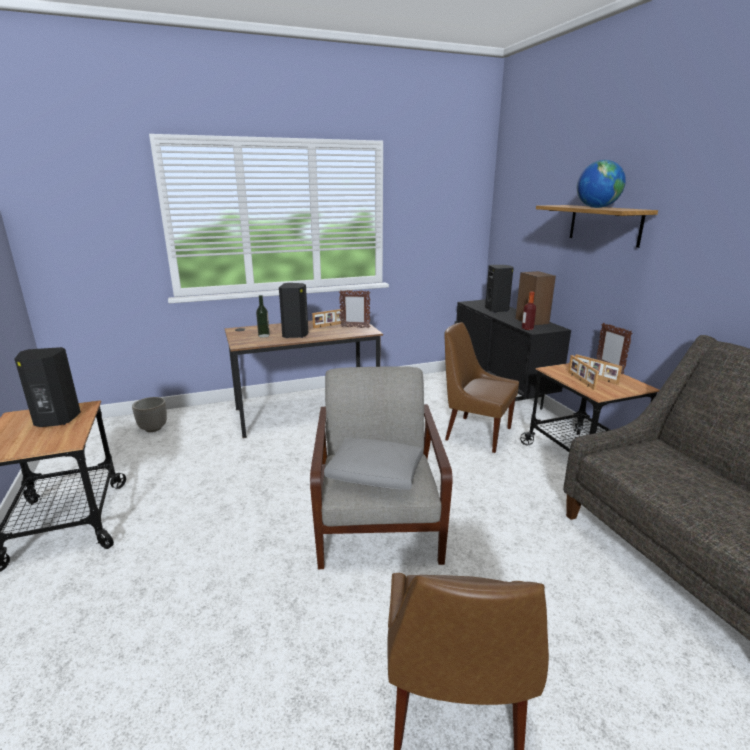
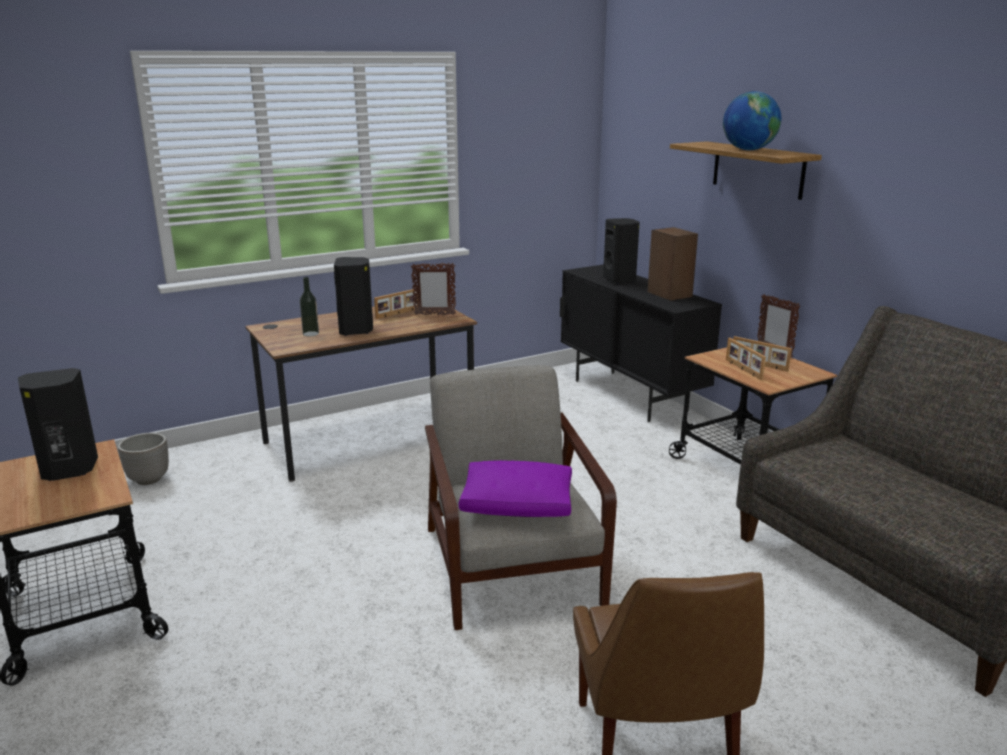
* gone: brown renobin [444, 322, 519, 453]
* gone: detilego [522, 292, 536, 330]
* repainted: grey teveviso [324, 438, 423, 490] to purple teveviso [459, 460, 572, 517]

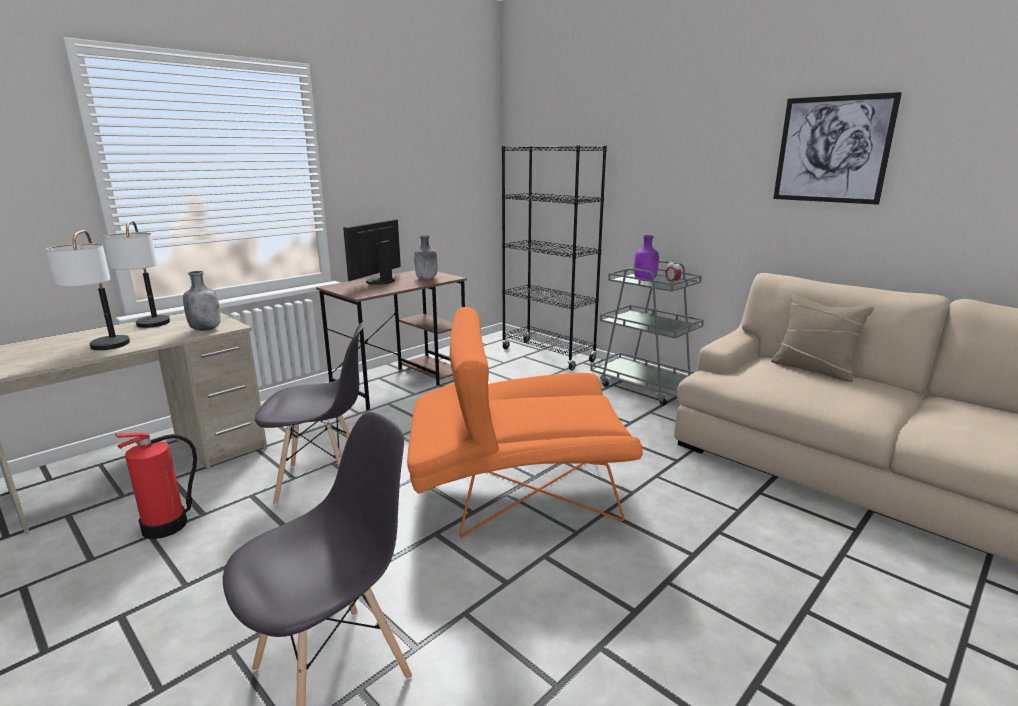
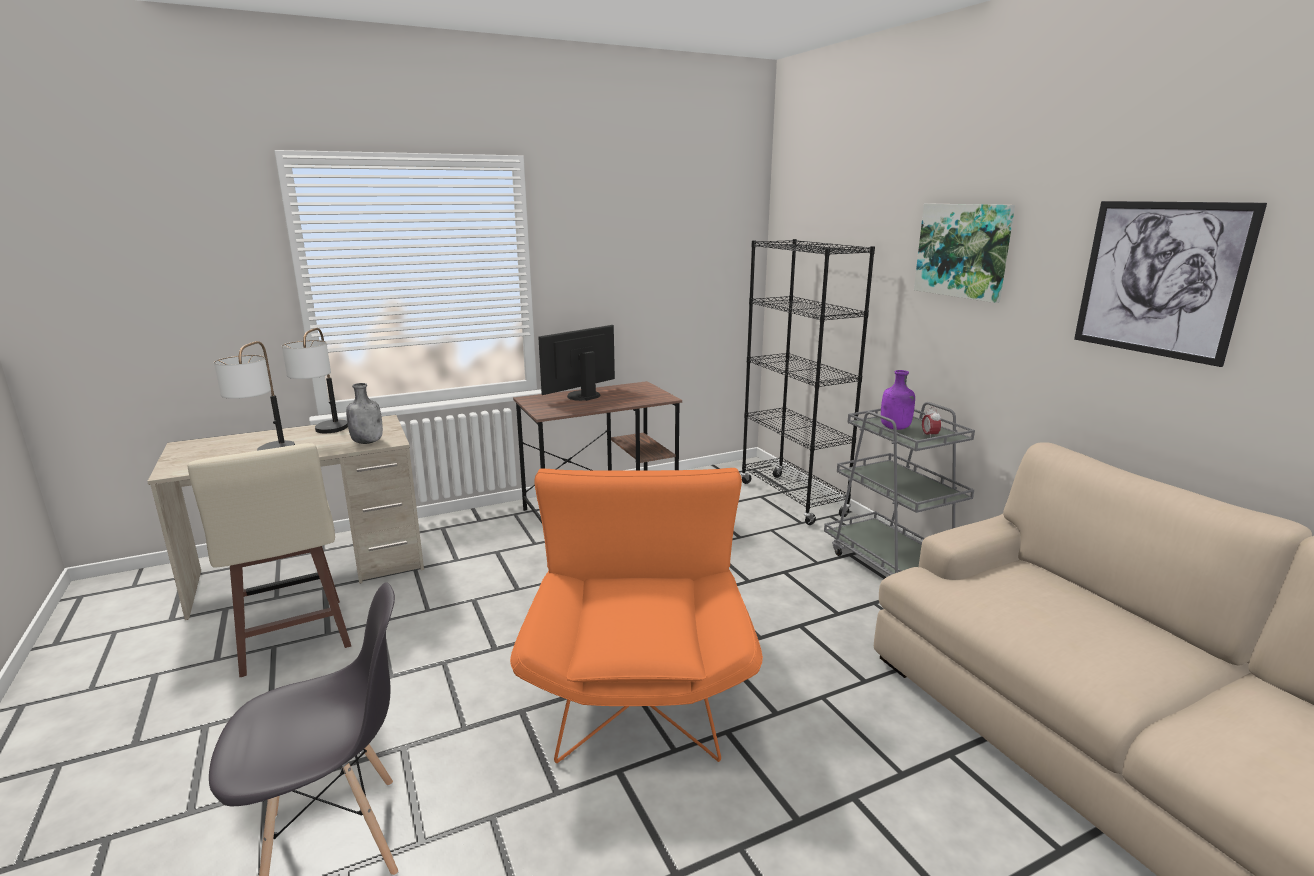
* gone: grey renobin [255, 322, 364, 505]
* gone: grey detilego [414, 235, 437, 279]
* gone: beige teveviso [771, 294, 874, 382]
* new: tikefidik [914, 204, 1015, 303]
* swapped: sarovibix [115, 433, 197, 539] to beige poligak [188, 443, 351, 678]
* rotated: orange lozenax [407, 307, 643, 538] = [510, 468, 763, 763] 75 degrees clockwise

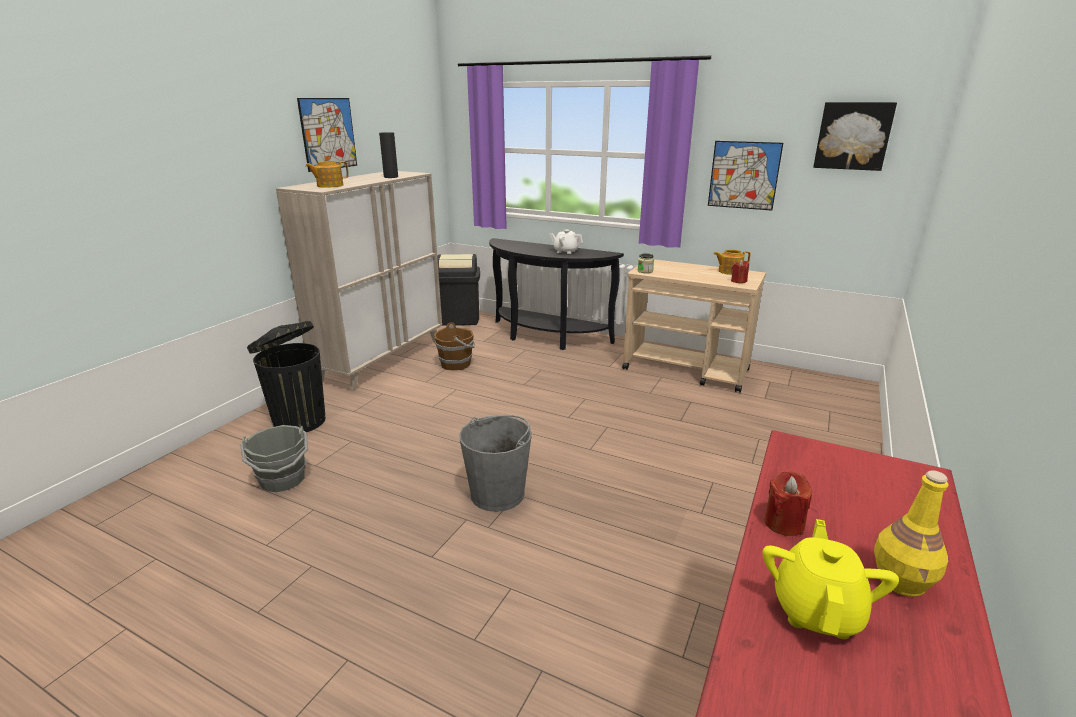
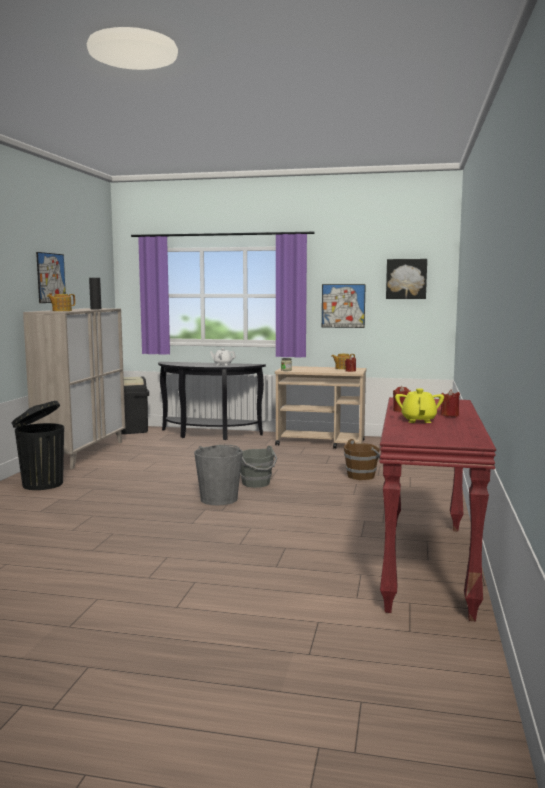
* shifted: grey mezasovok [240, 425, 308, 492] to [240, 446, 277, 488]
* shifted: brown mezasovok [434, 323, 475, 370] to [344, 439, 380, 480]
* swapped: yellow detilego [874, 470, 948, 597] to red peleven [441, 389, 460, 417]

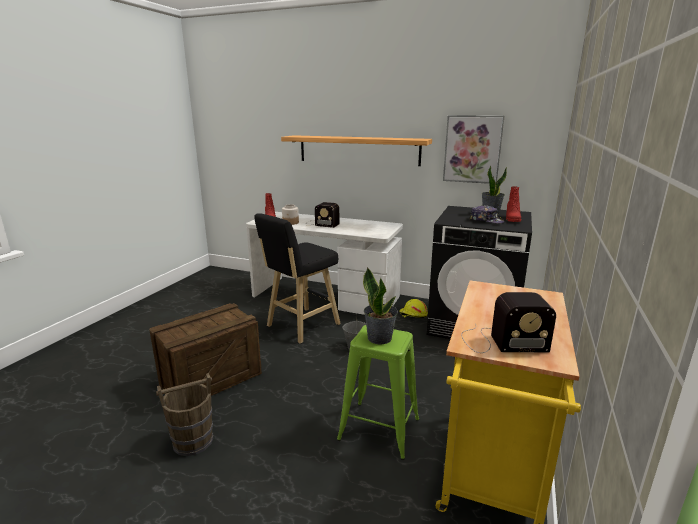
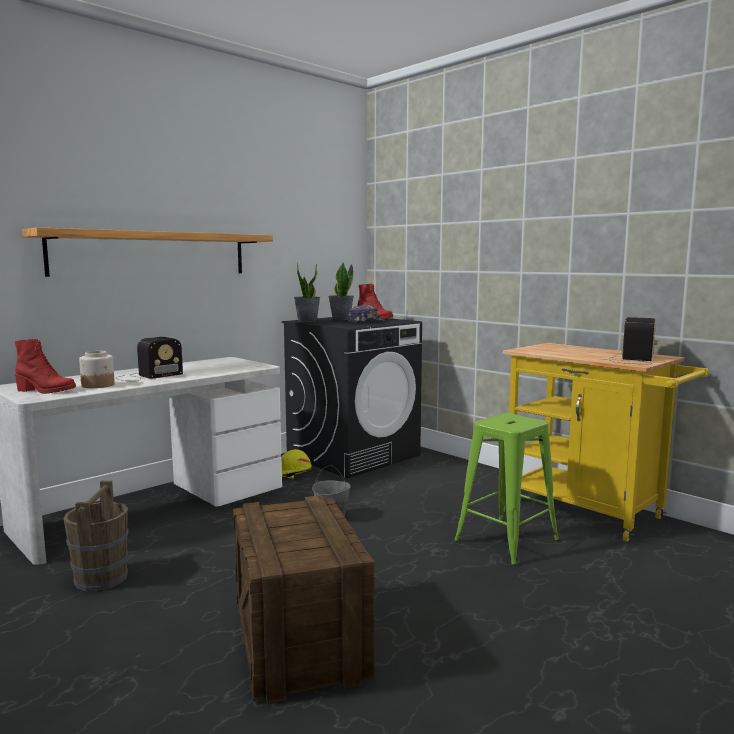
* gone: black poligak [254, 213, 341, 344]
* gone: tikefidik [443, 115, 505, 184]
* shifted: brown mezasovok [156, 373, 213, 456] to [63, 481, 129, 591]
* shifted: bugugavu [363, 267, 398, 345] to [294, 262, 320, 322]

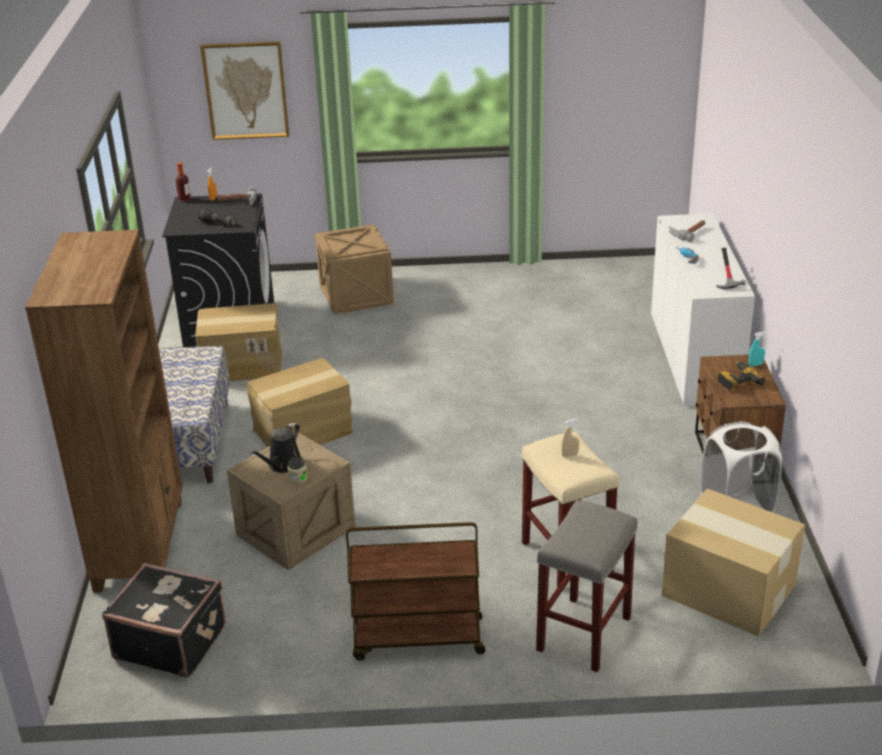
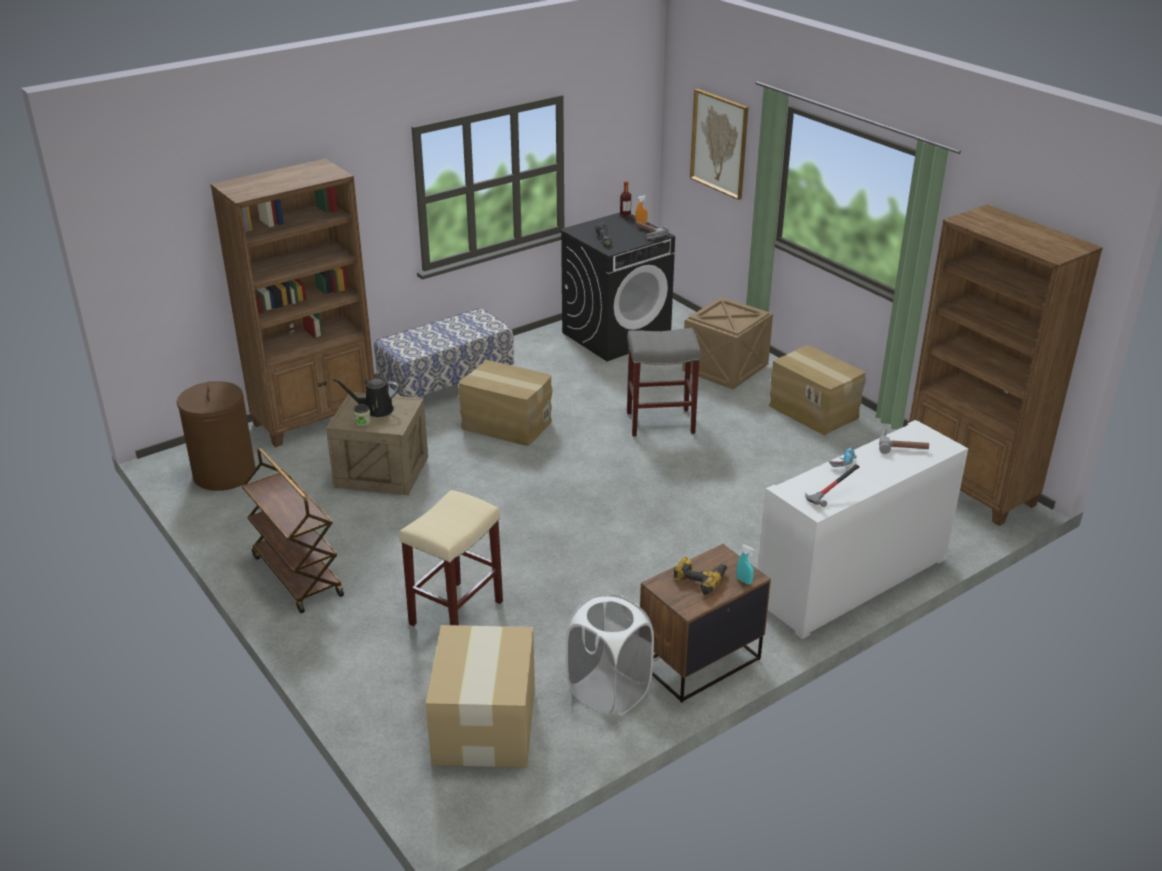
* gone: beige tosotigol [561, 419, 579, 457]
* new: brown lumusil [909, 205, 1103, 526]
* shifted: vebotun [195, 303, 282, 381] to [769, 345, 866, 435]
* shifted: grey poligak [536, 500, 637, 672] to [627, 328, 701, 437]
* swapped: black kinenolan [102, 563, 226, 677] to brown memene [177, 381, 256, 491]

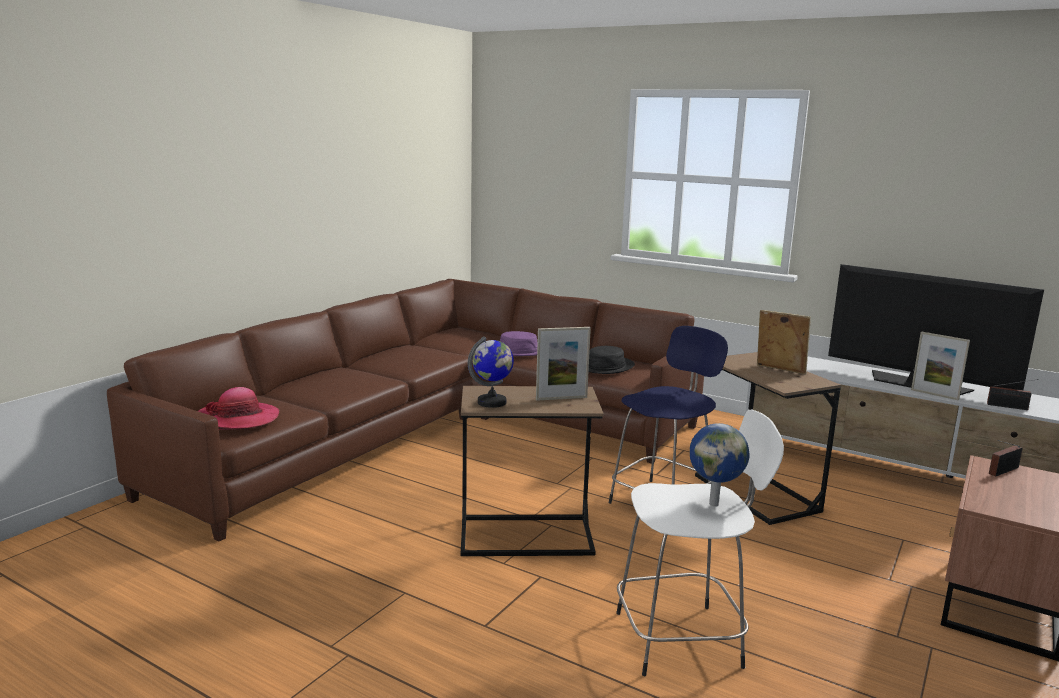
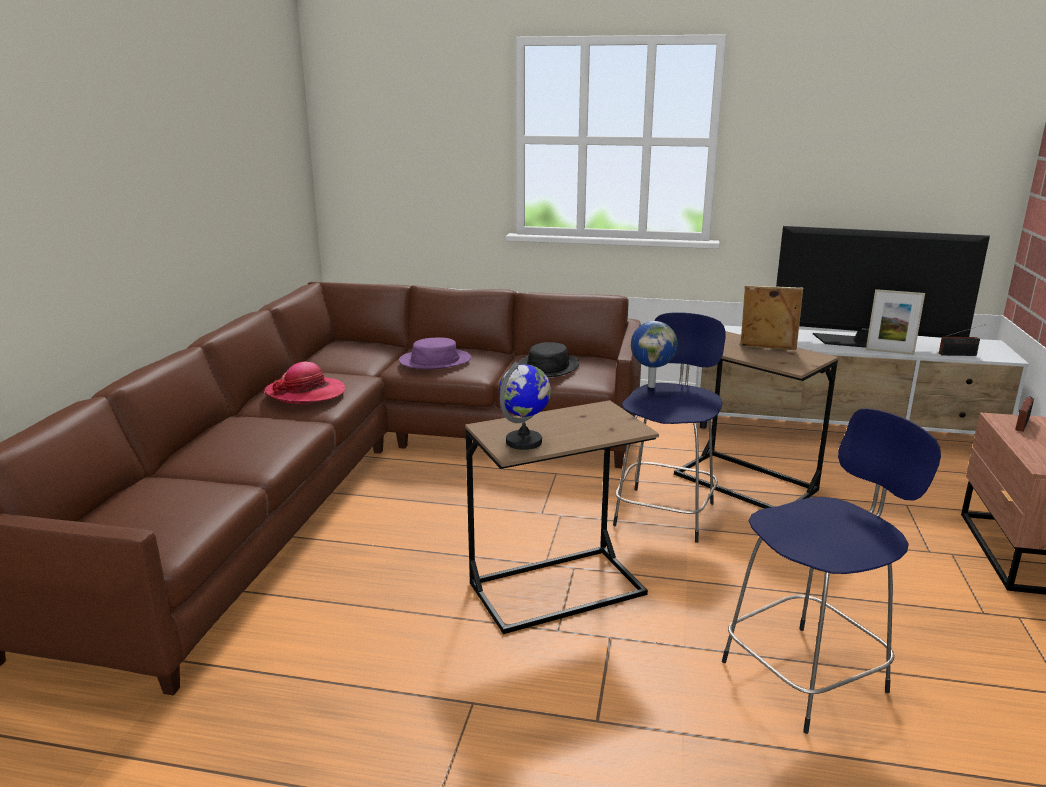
* gone: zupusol [536, 327, 591, 401]
* shifted: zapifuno [198, 387, 279, 430] to [264, 362, 346, 404]
* shifted: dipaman [690, 423, 749, 507] to [631, 321, 678, 388]
* repainted: white poligak [616, 409, 784, 676] to blue poligak [722, 408, 941, 734]

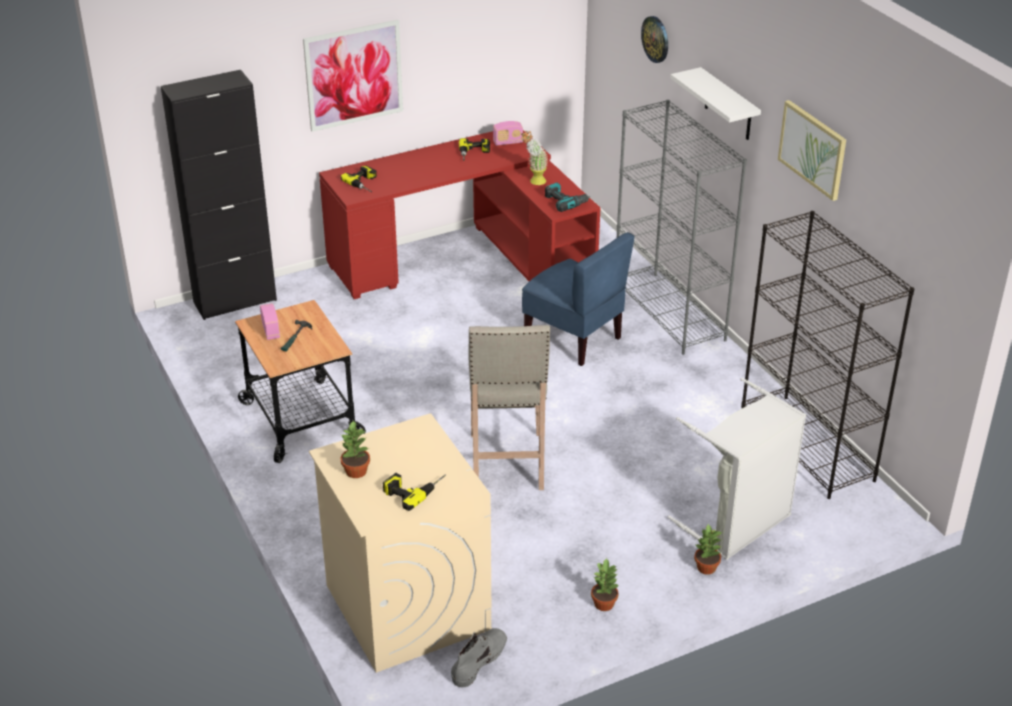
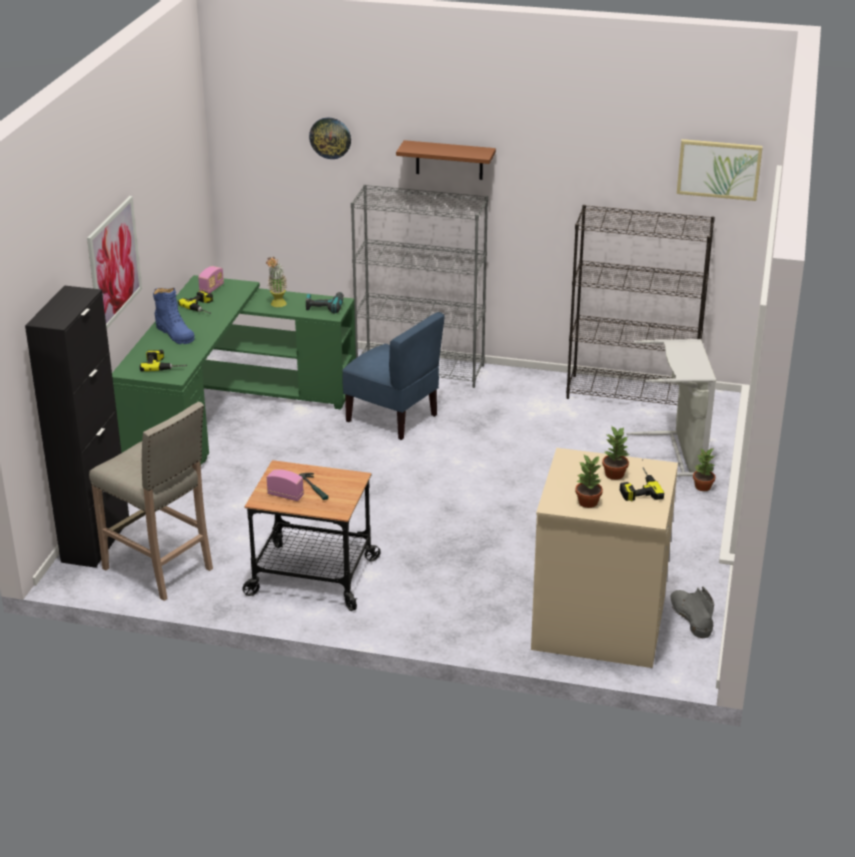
* new: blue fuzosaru [153, 288, 195, 344]
* shifted: beige poligak [468, 325, 550, 490] to [89, 402, 213, 601]
* shifted: bugugavu [591, 558, 619, 611] to [602, 425, 629, 480]
* shifted: tikefidik [778, 100, 846, 201] to [677, 139, 763, 201]
* repainted: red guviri [319, 130, 601, 299] to green guviri [112, 275, 356, 465]
* repainted: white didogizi [671, 67, 761, 140] to brown didogizi [396, 140, 496, 180]
* rotated: blue renobin [522, 232, 634, 366] = [342, 312, 445, 440] 45 degrees clockwise

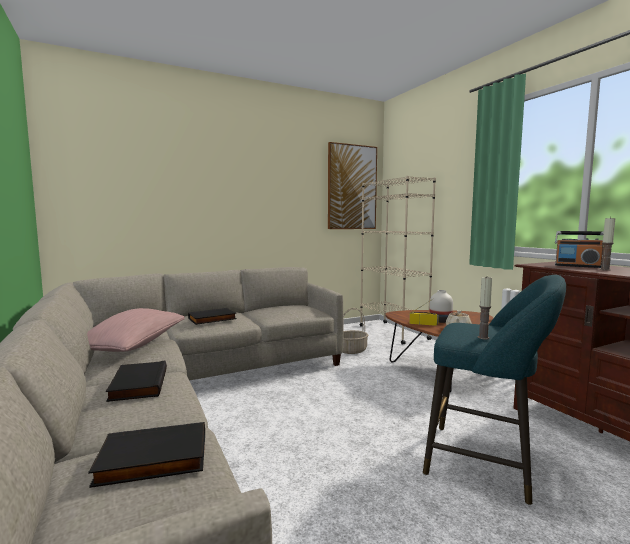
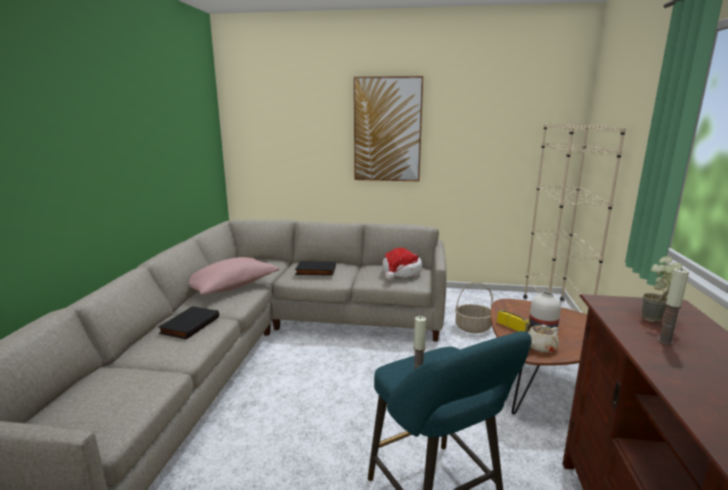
* gone: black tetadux [88, 422, 205, 488]
* new: zapifuno [382, 248, 422, 280]
* shifted: tikefidik [328, 142, 377, 229] to [354, 76, 423, 181]
* swapped: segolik [555, 231, 604, 268] to bugugavu [642, 256, 682, 322]

